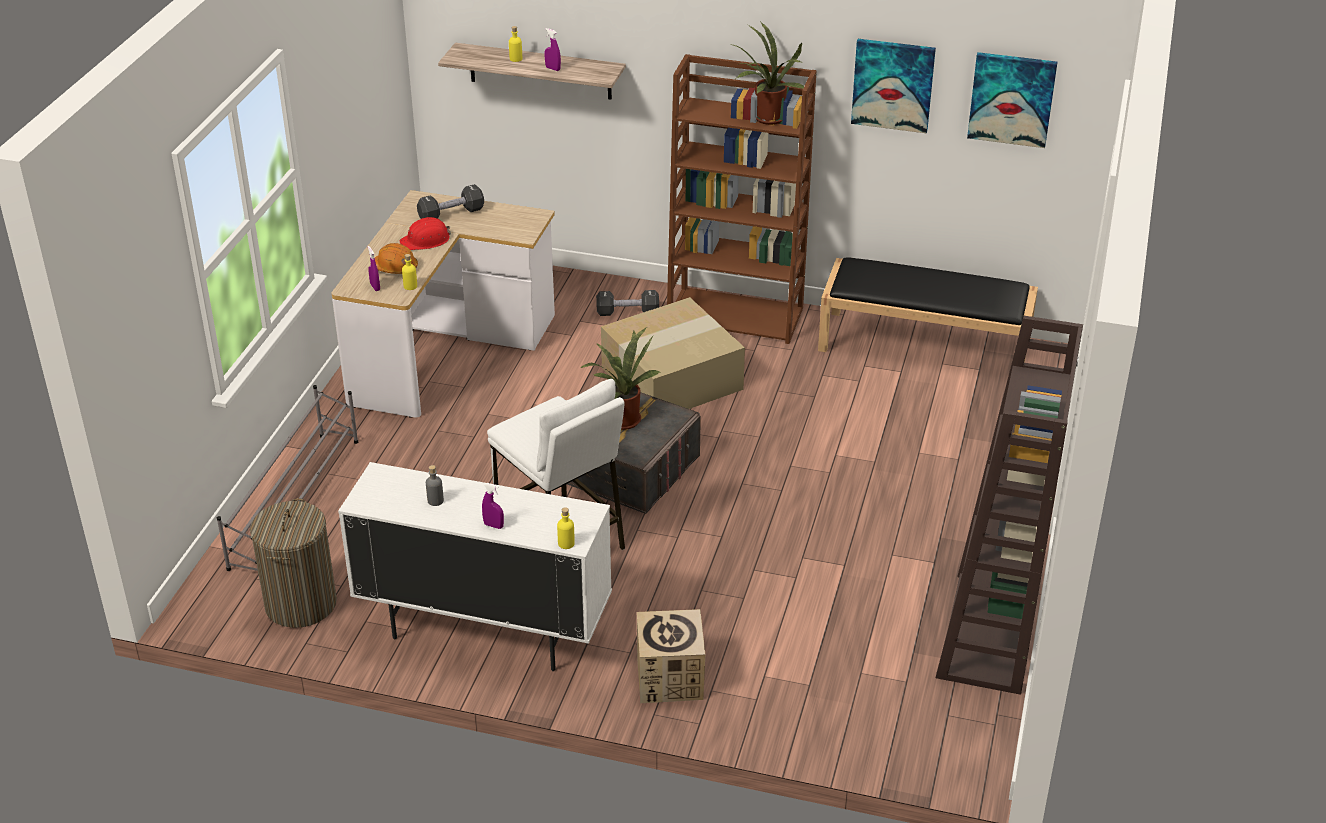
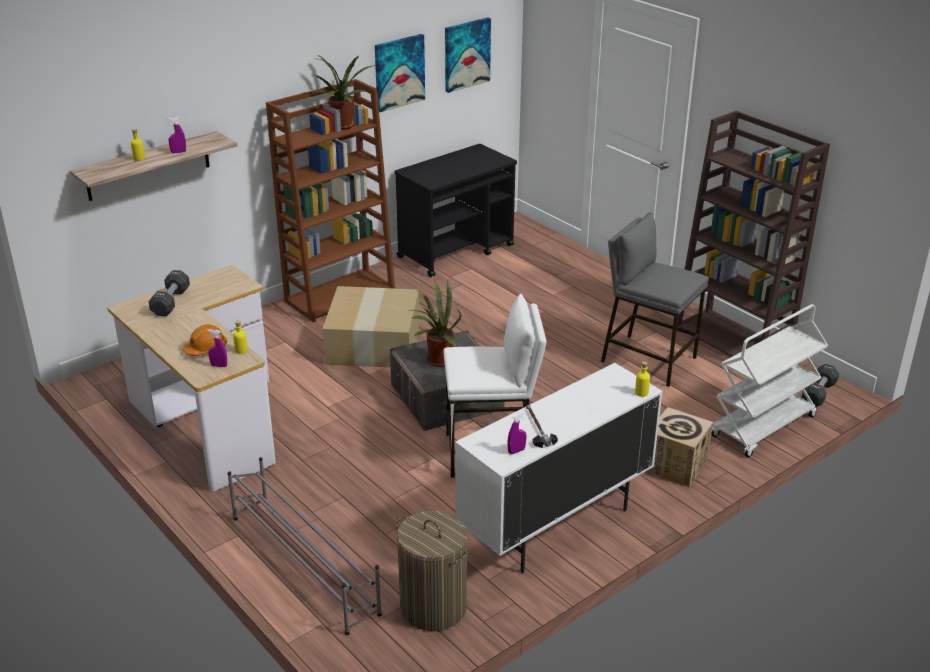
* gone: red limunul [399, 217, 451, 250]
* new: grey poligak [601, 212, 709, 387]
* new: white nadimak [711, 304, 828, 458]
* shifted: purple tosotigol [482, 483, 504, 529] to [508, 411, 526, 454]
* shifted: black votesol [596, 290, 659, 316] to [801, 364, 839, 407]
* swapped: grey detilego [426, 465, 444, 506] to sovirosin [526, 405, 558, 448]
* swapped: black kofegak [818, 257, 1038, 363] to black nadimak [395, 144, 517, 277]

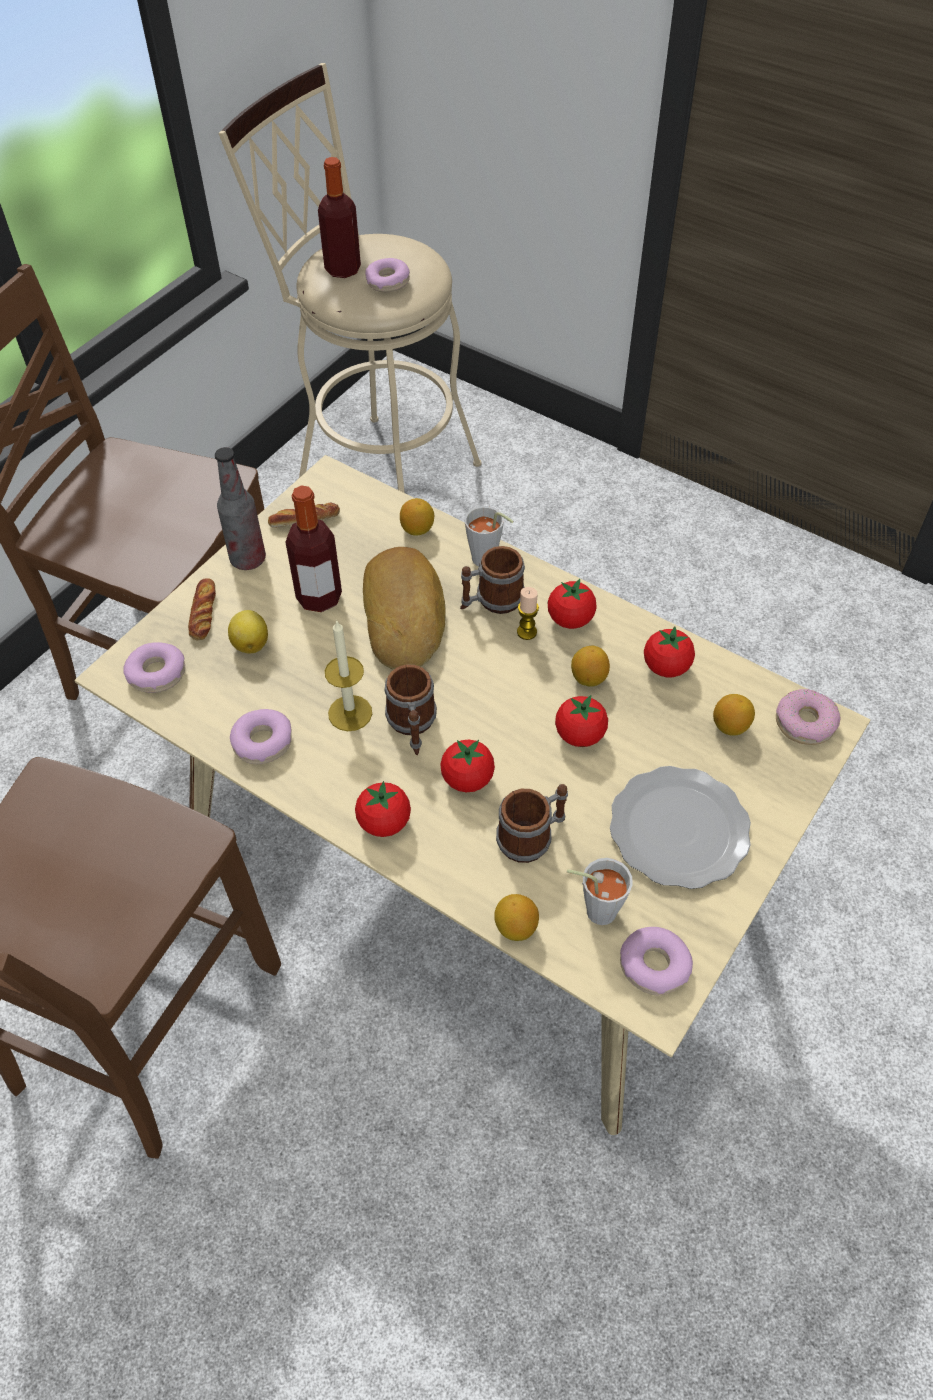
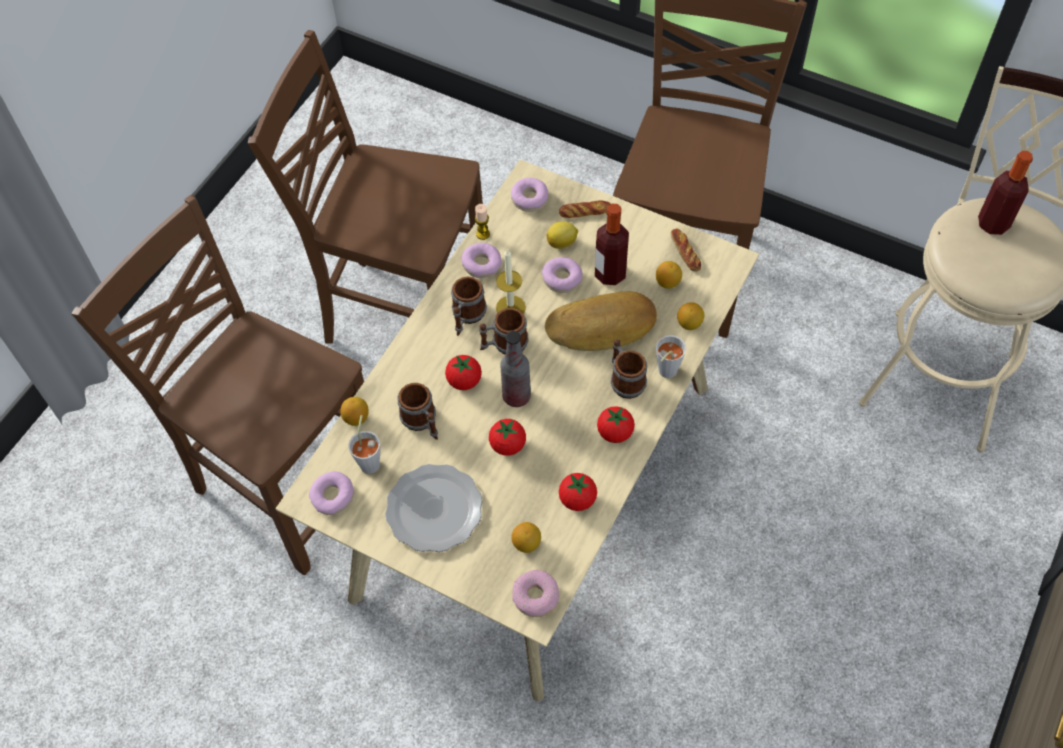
* gone: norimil [355, 781, 411, 837]
* new: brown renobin [71, 195, 364, 575]
* new: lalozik [451, 276, 487, 336]
* shifted: detilego [215, 447, 266, 570] to [500, 331, 531, 407]
* shifted: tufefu [365, 258, 410, 292] to [542, 257, 583, 293]
* shifted: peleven [517, 587, 539, 640] to [475, 204, 490, 240]
* shifted: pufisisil [571, 646, 610, 687] to [656, 261, 682, 288]

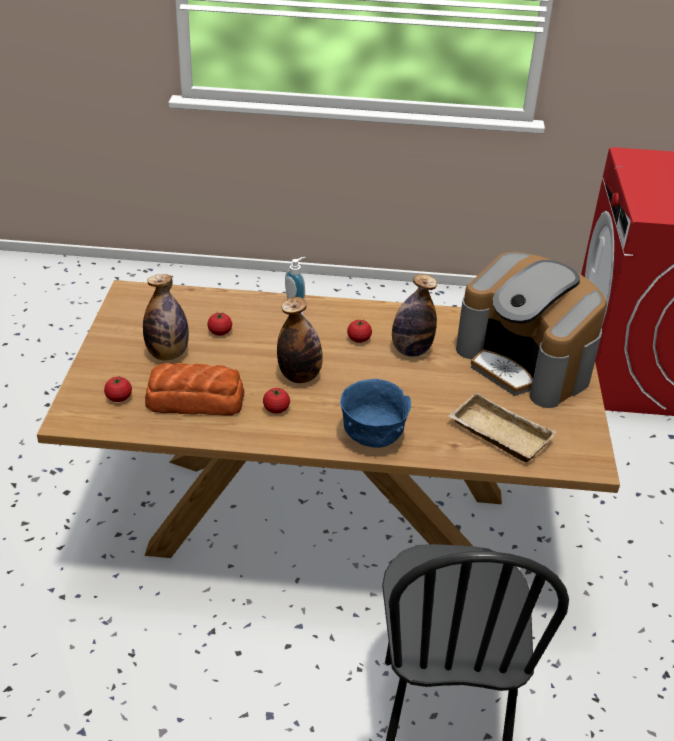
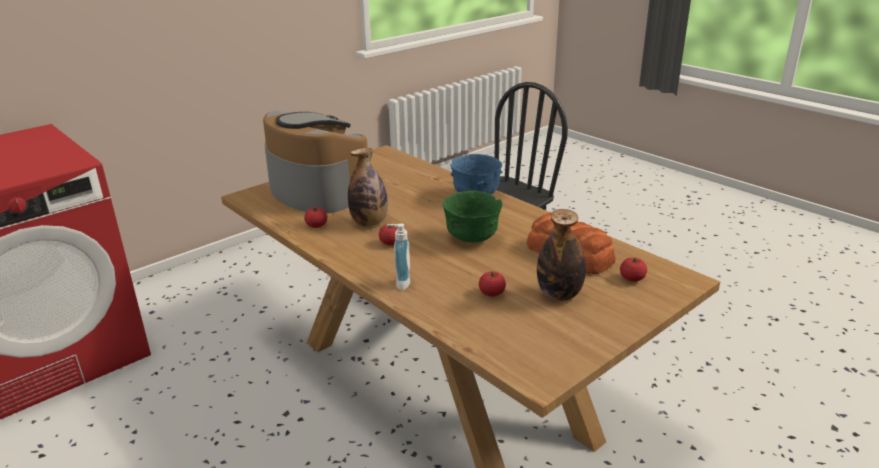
* gone: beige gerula [448, 392, 556, 462]
* shifted: norimil [263, 388, 290, 413] to [304, 207, 327, 228]
* swapped: detilego [277, 297, 323, 383] to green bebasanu [442, 190, 502, 242]
* rotated: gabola [456, 252, 606, 408] = [263, 110, 368, 213] 45 degrees counterclockwise

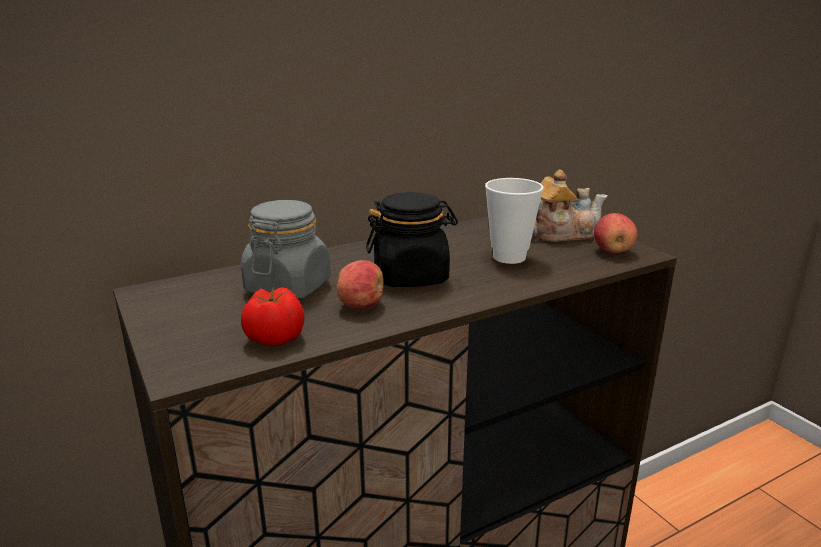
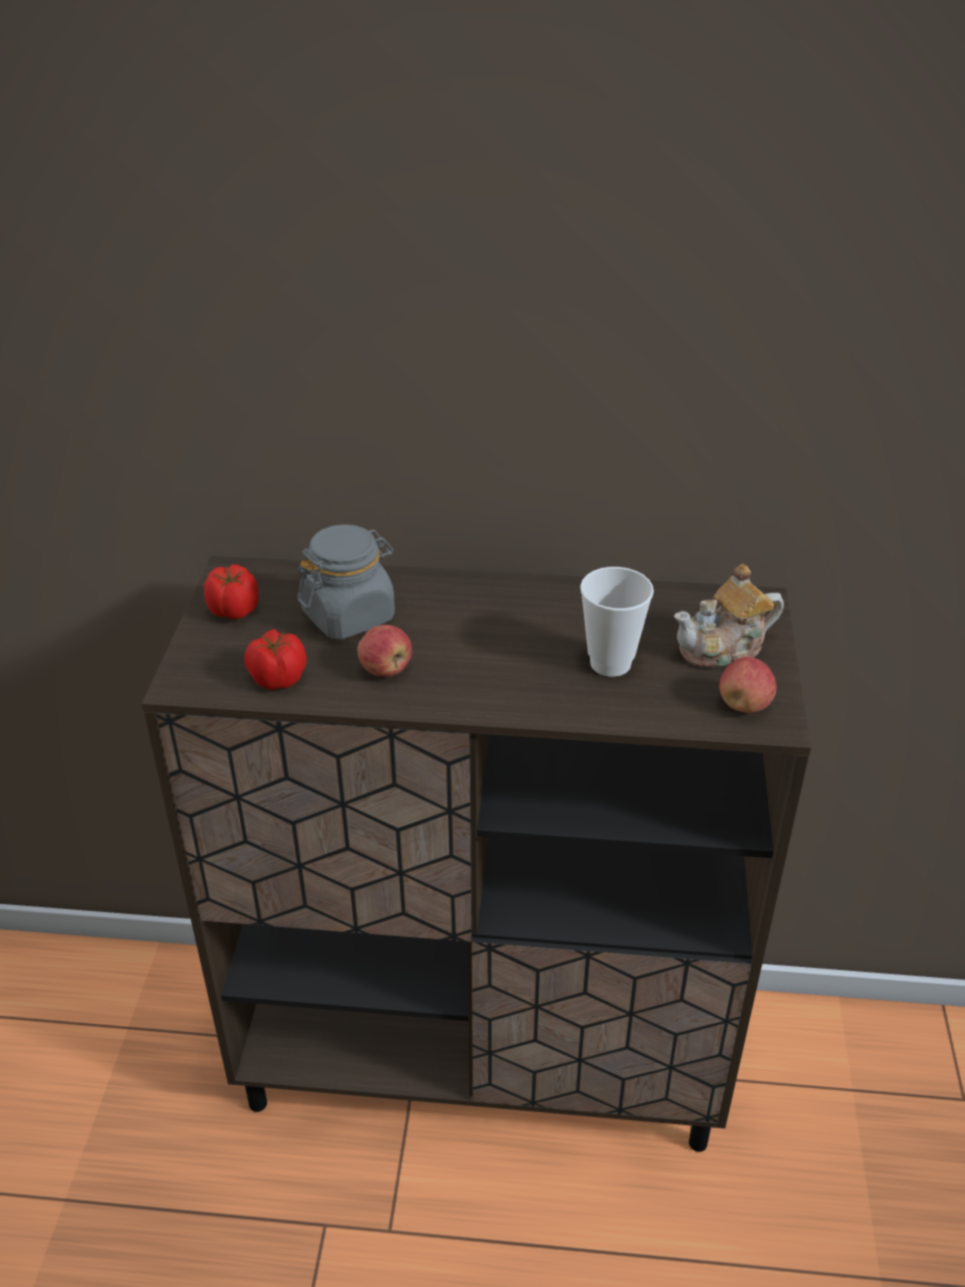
* gone: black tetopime [366, 192, 458, 287]
* new: norimil [204, 564, 258, 619]
* rotated: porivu [533, 170, 608, 242] = [674, 564, 784, 668] 135 degrees clockwise

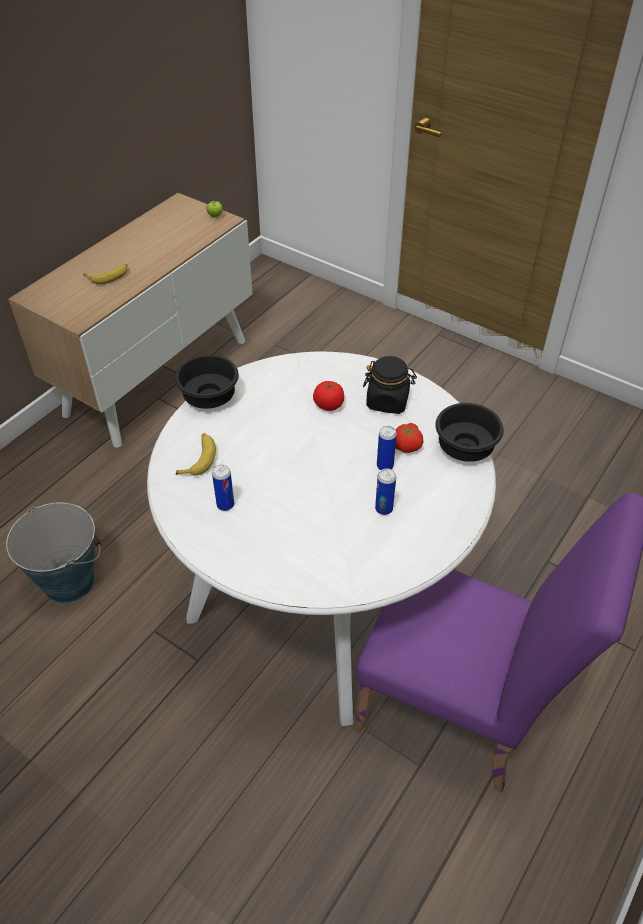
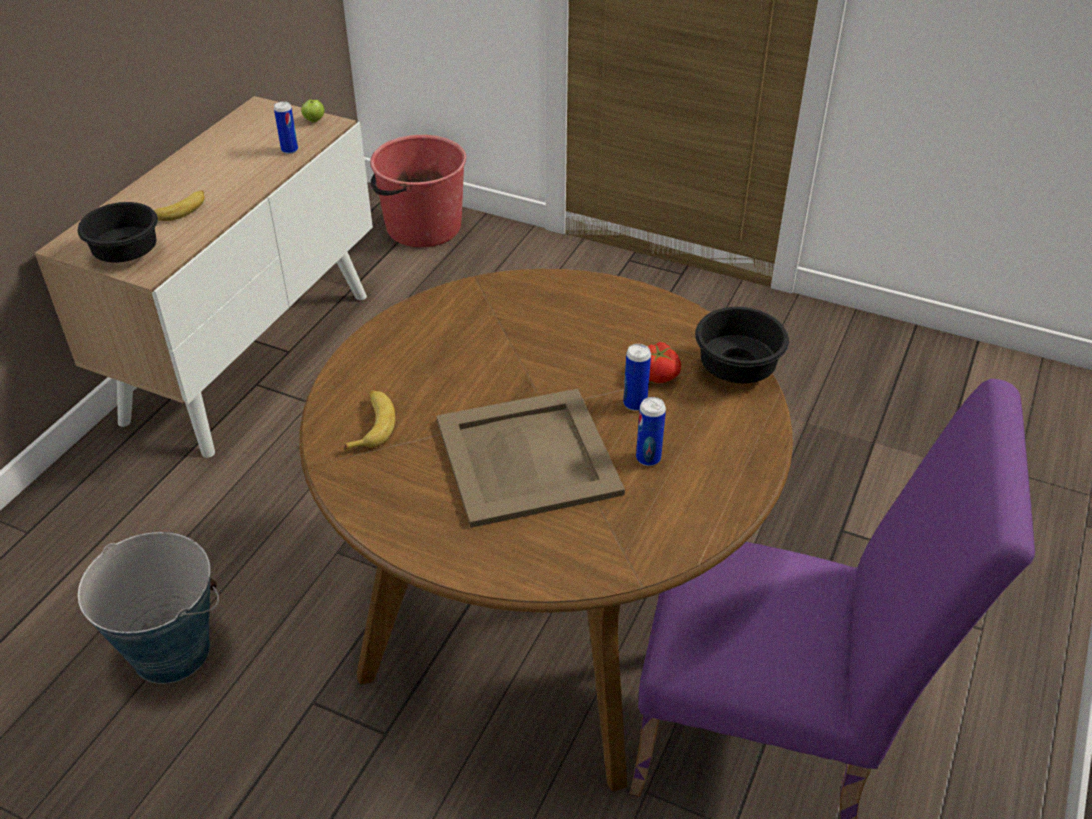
* gone: norimil [313, 381, 344, 411]
* gone: black tetopime [363, 356, 417, 414]
* new: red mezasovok [370, 135, 466, 247]
* new: beige gerula [436, 389, 625, 528]
* shifted: black bebasanu [175, 355, 239, 409] to [78, 202, 158, 263]
* shifted: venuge [212, 465, 234, 511] to [274, 101, 298, 154]
* repainted: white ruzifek [147, 351, 496, 726] to brown ruzifek [299, 269, 793, 791]

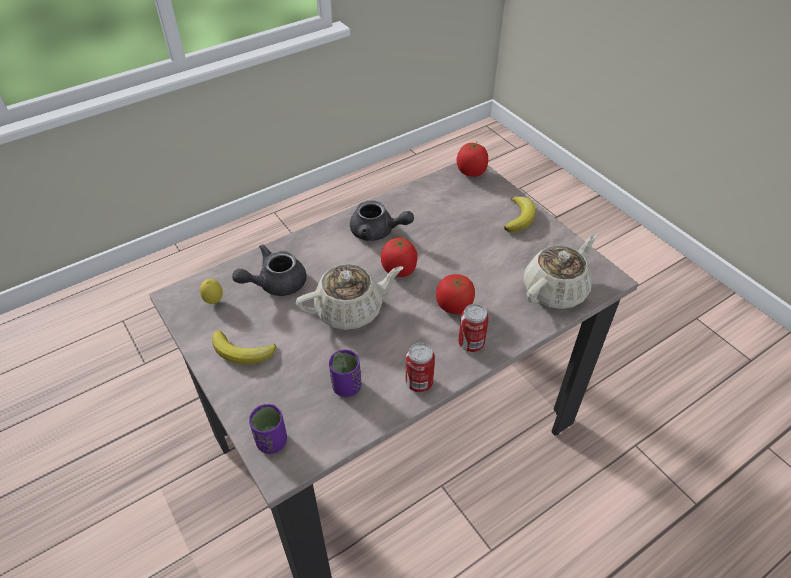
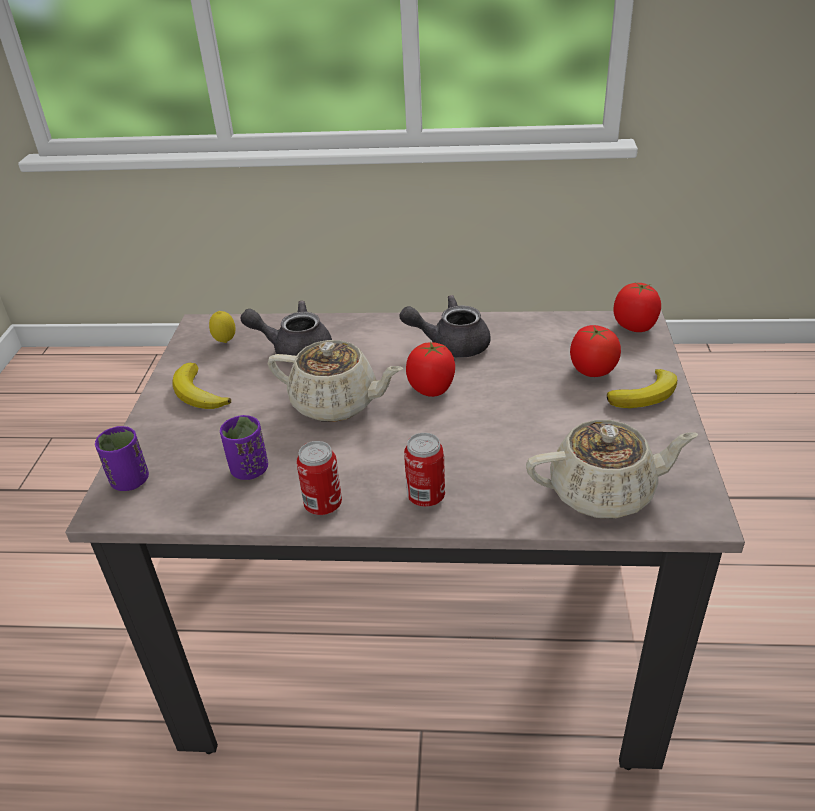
* shifted: norimil [436, 274, 475, 314] to [570, 325, 621, 377]
* rotated: grey porivu [350, 200, 414, 241] = [399, 295, 491, 358] 120 degrees clockwise

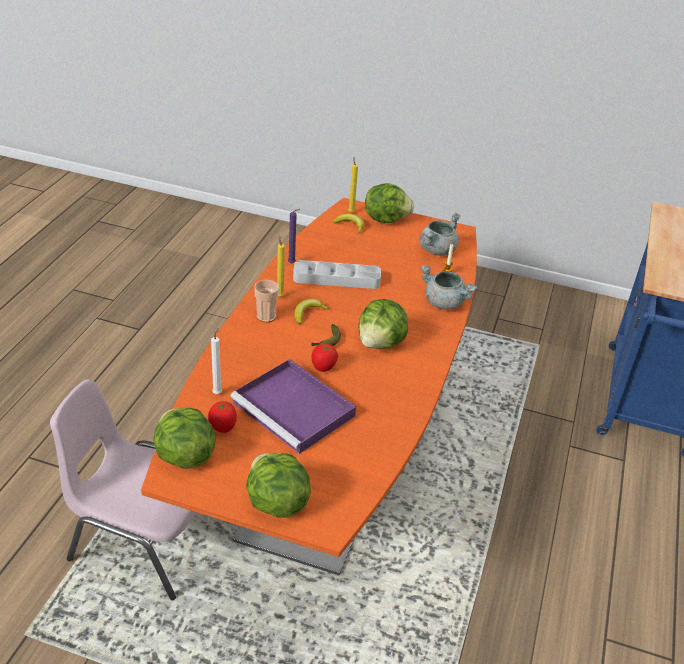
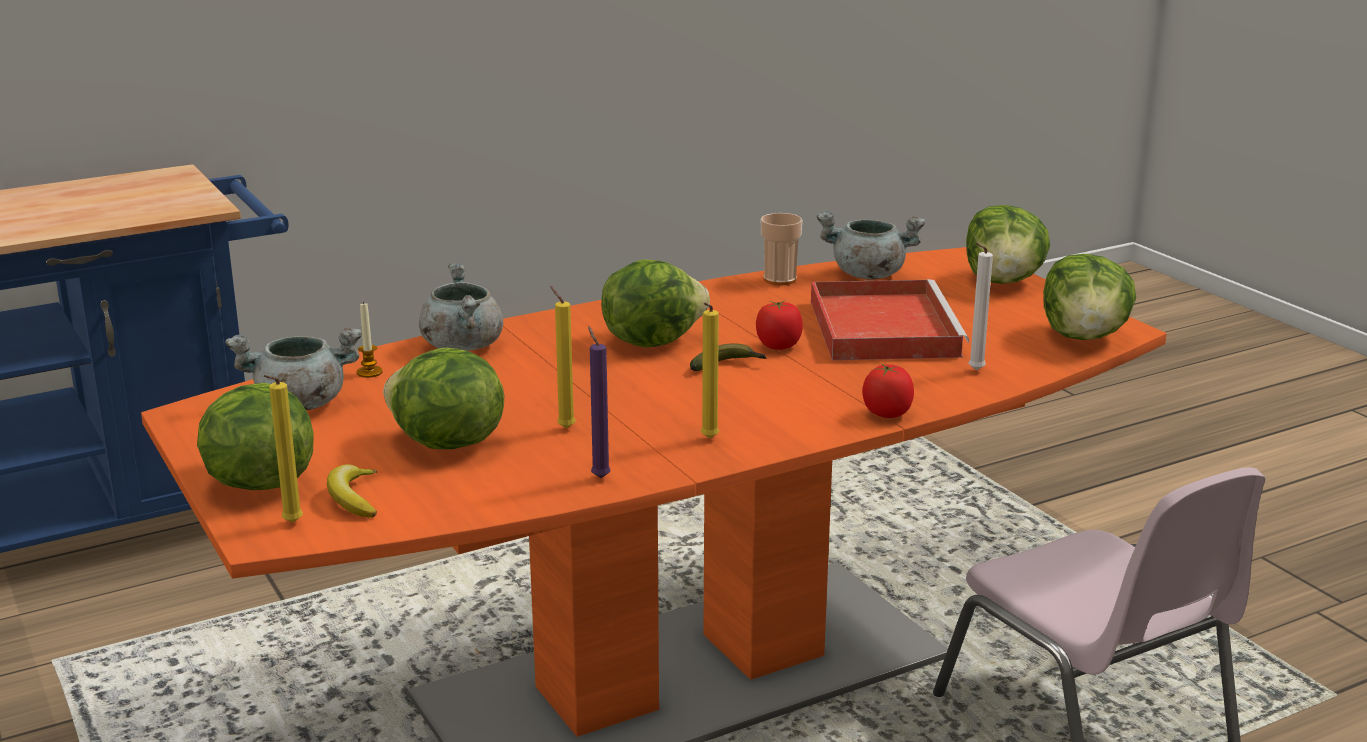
* gone: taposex [294, 299, 330, 325]
* new: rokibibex [383, 348, 504, 449]
* new: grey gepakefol [817, 211, 925, 279]
* shifted: norimil [208, 401, 237, 433] to [862, 363, 914, 418]
* shifted: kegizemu [254, 280, 279, 323] to [761, 213, 803, 285]
* swapped: grey gerula [293, 260, 381, 289] to yellow peleven [550, 286, 576, 429]
* repainted: purple gerula [230, 359, 356, 455] to red gerula [811, 279, 969, 360]

